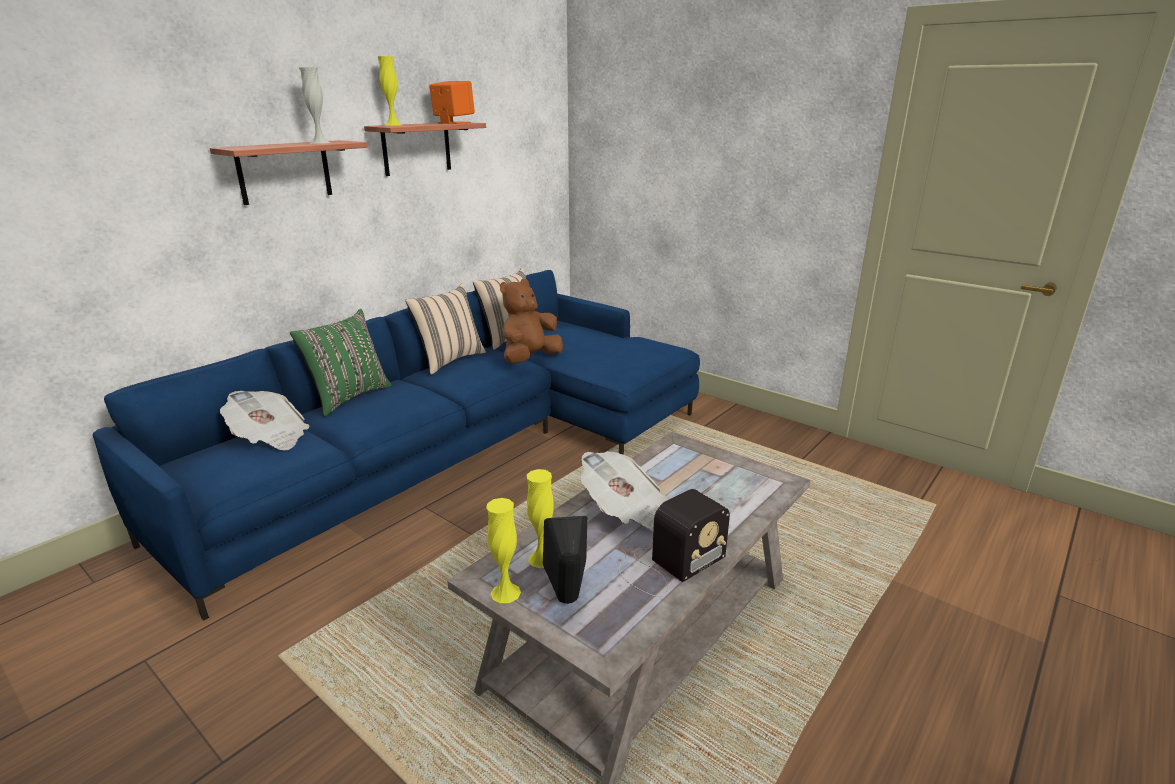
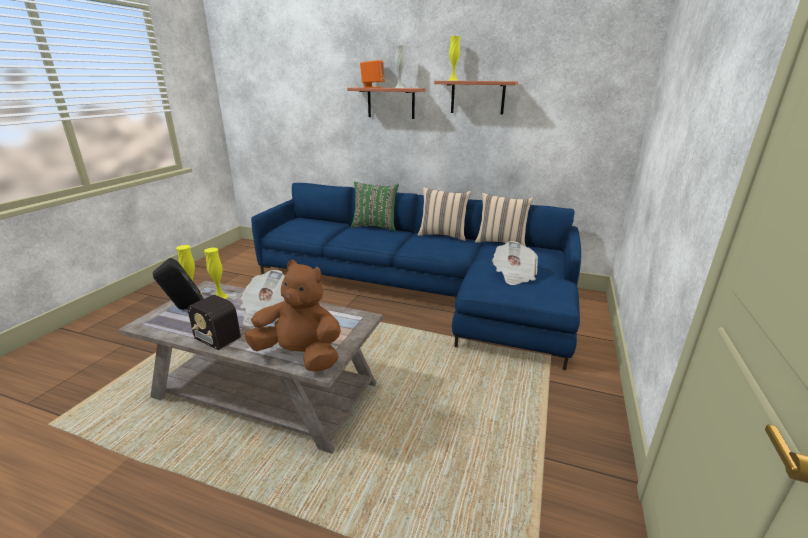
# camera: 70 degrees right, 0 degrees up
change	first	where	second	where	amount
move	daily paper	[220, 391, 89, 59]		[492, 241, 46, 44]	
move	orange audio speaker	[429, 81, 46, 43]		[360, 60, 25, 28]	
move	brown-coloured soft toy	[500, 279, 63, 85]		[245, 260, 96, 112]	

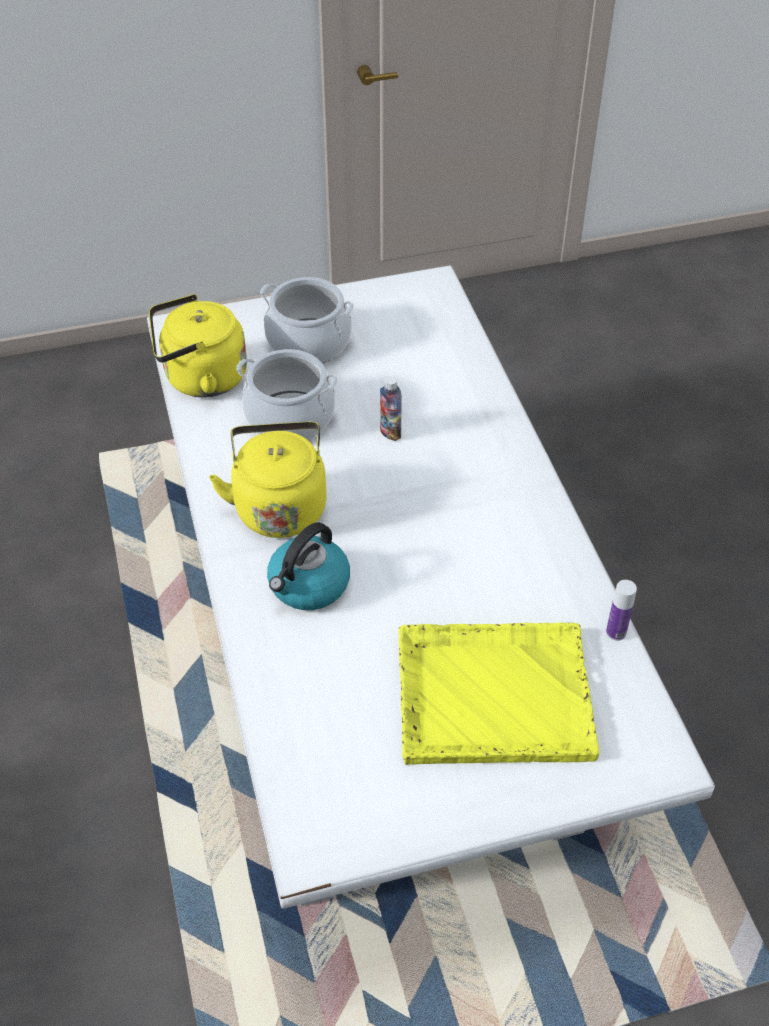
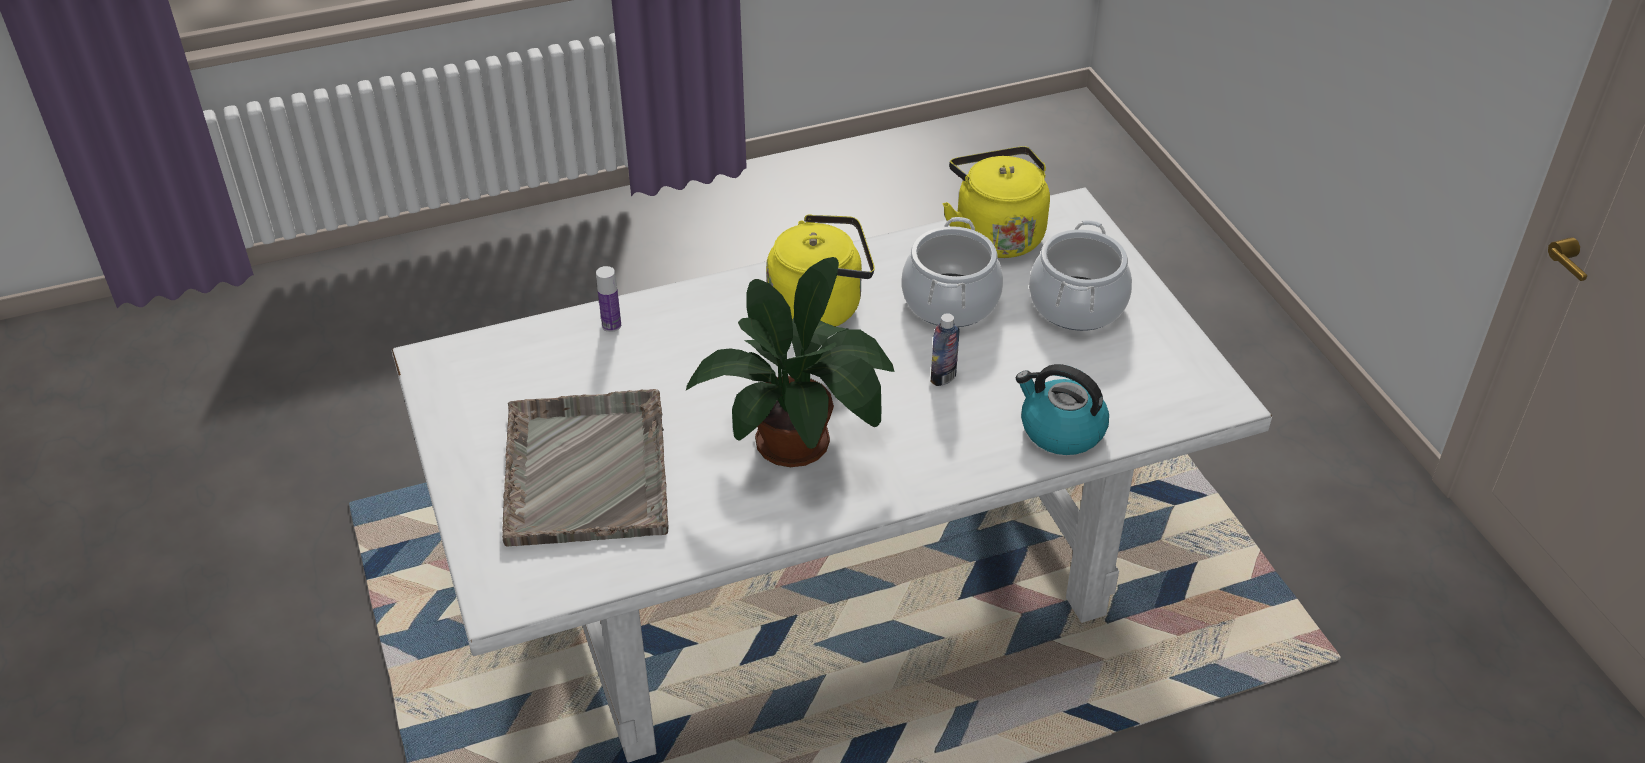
# camera: 85 degrees right, 5 degrees down
change	first	where	second	where	amount
move	water kettle	[267, 522, 83, 88]		[1016, 364, 93, 91]	
recolor	yellow tray	[398, 623, 201, 142]	gray tray	[502, 389, 166, 157]	
move	bottle	[606, 580, 31, 61]		[596, 266, 25, 66]	
insert			houseplant	[686, 257, 208, 210]	

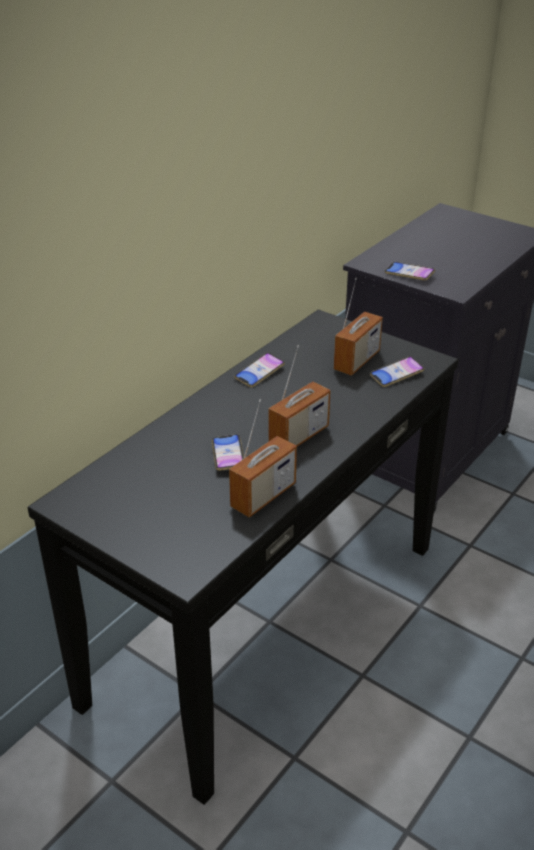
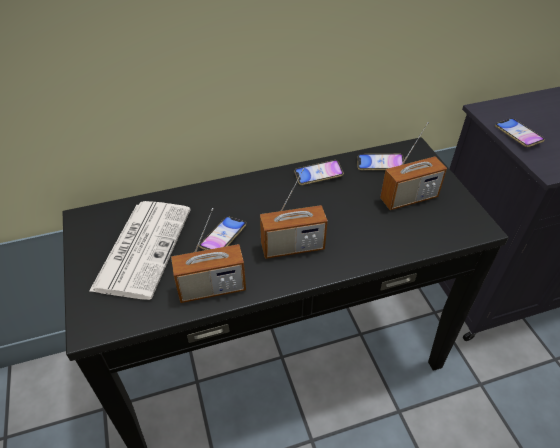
# camera: 35 degrees right, 10 degrees up
change	first	where	second	where	amount
move	phone	[370, 356, 55, 31]		[357, 154, 47, 16]	
insert			daily paper	[89, 201, 102, 99]	

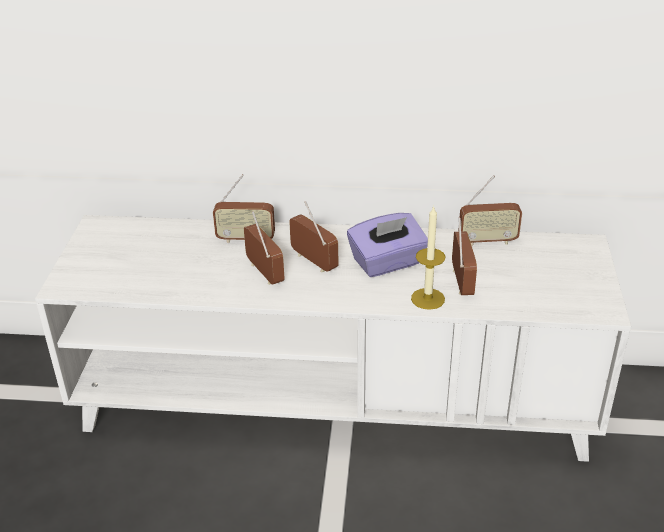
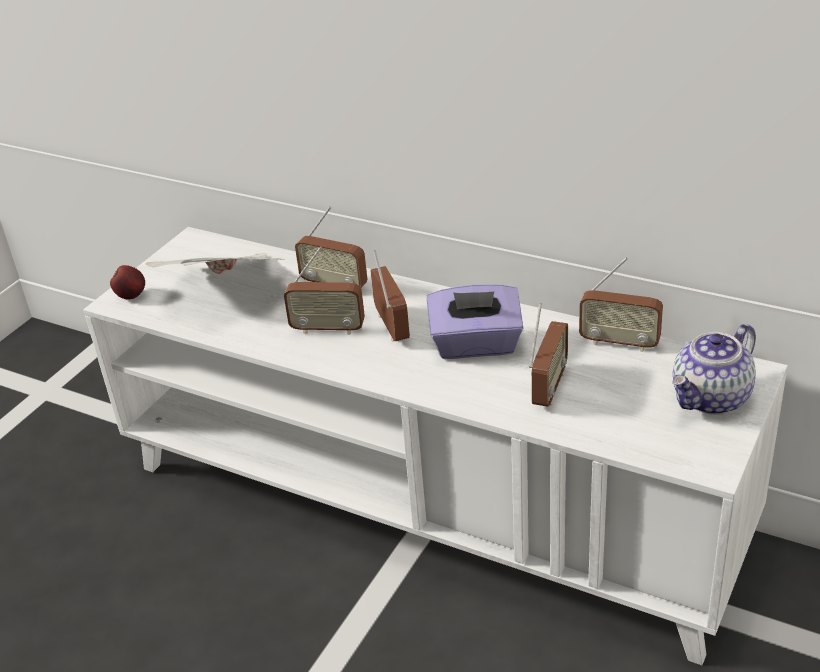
# camera: 25 degrees right, 0 degrees up
change	first	where	second	where	amount
rotate	radio set	[244, 211, 41, 74]		[284, 247, 81, 88]	105 degrees clockwise
delete	wax candle	[411, 206, 34, 104]			
insert			whole apple	[110, 265, 35, 35]	
insert			daily paper	[145, 253, 138, 21]	
insert			tea pot	[672, 324, 84, 91]	

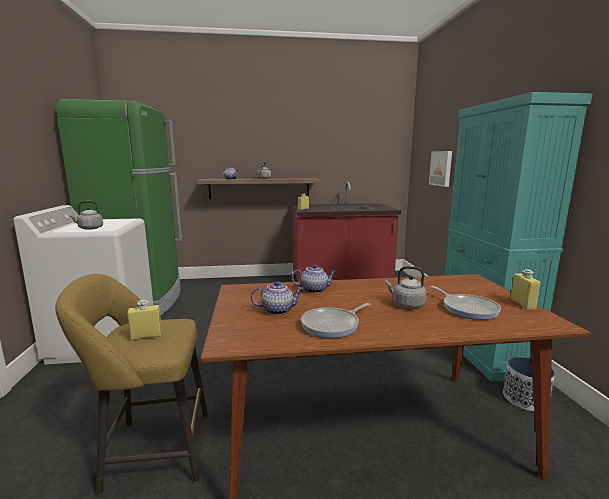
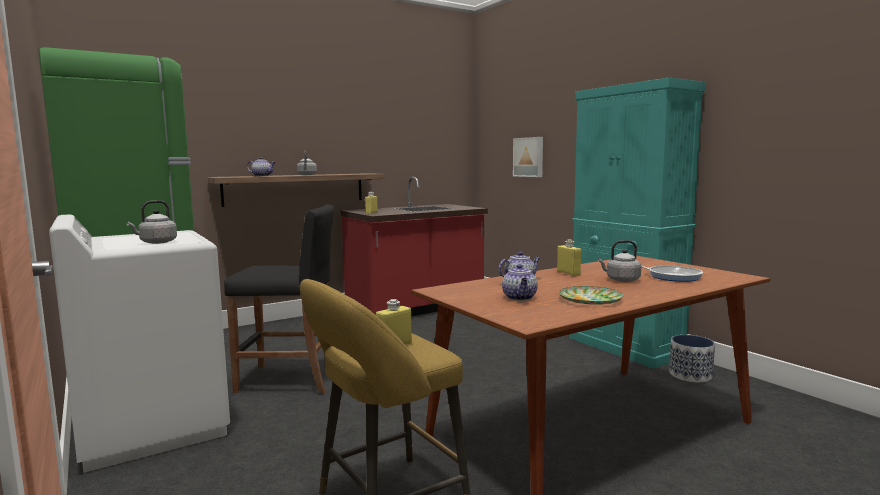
# camera: 25 degrees left, 5 degrees down
change	first	where	second	where	amount
rotate	tea pot	[251, 281, 53, 34]		[502, 264, 36, 37]	120 degrees clockwise
replace	skillet	[301, 303, 70, 35]	flat dish	[559, 286, 65, 19]	
move	yellow bottle	[510, 269, 30, 41]		[557, 240, 24, 36]	
insert			black stool	[224, 204, 110, 190]	

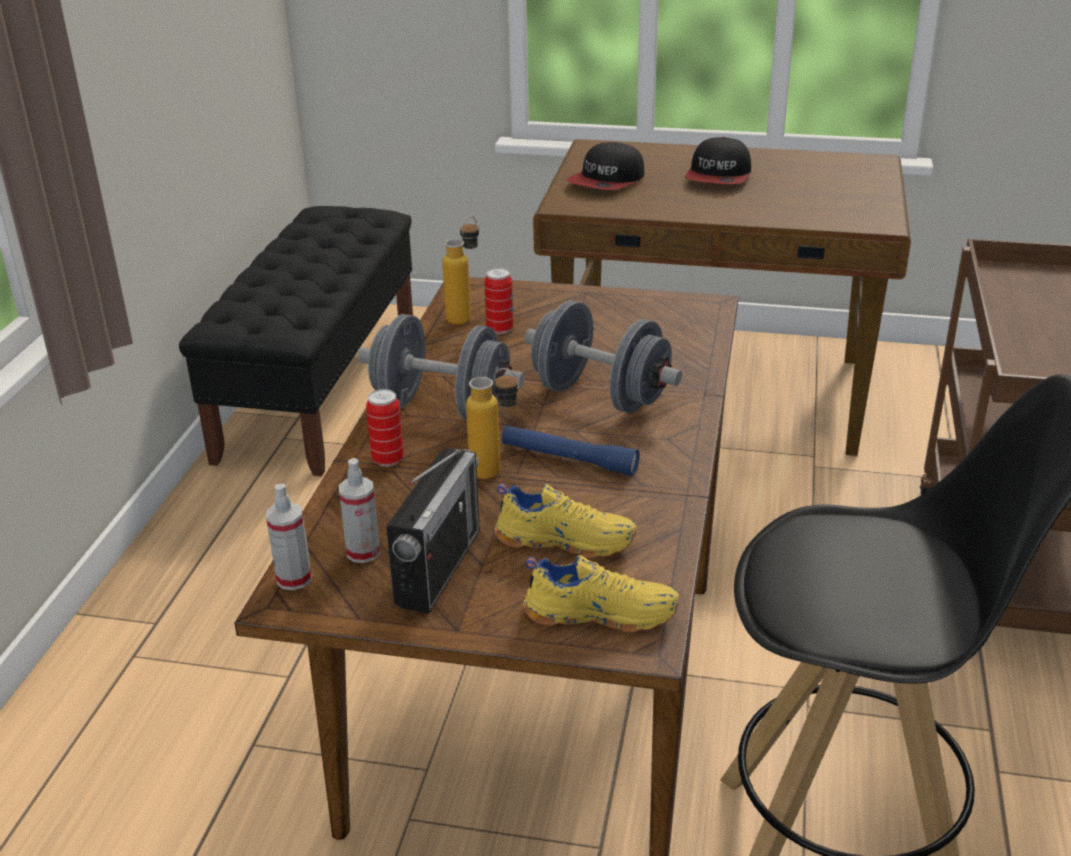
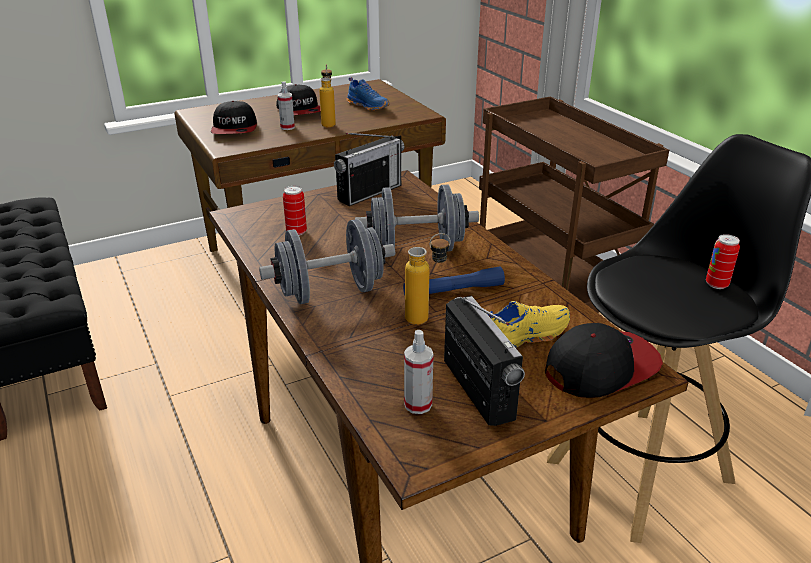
# camera: 40 degrees left, 0 degrees up
change	first	where	second	where	amount
move	sprayer	[266, 484, 46, 106]		[278, 81, 17, 49]	
move	sealed can	[366, 389, 38, 78]		[706, 234, 34, 55]	
move	bottle	[442, 216, 37, 109]		[319, 64, 17, 64]	
replace	yellow shoe	[523, 555, 156, 77]	baseball cap	[545, 323, 118, 75]	
insert			radio set	[334, 133, 70, 73]	
insert			blue shoe	[346, 77, 43, 34]	

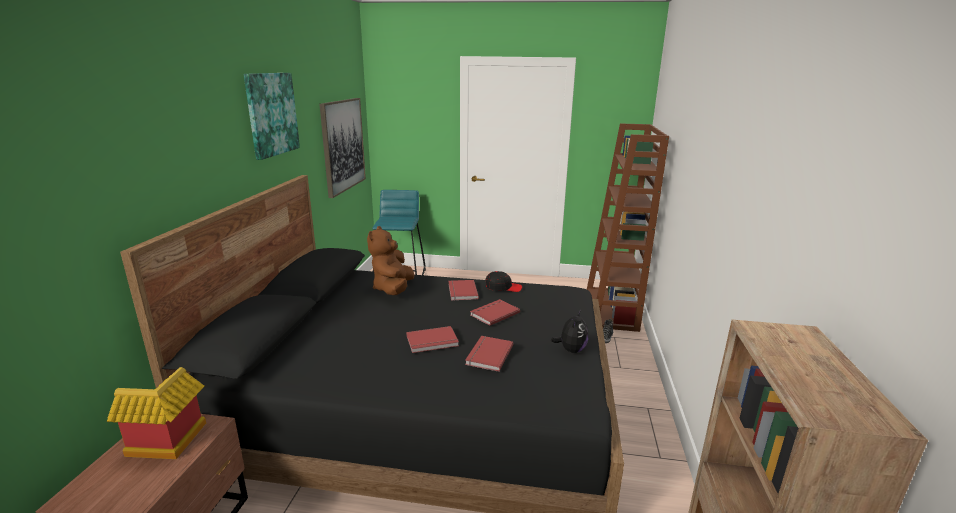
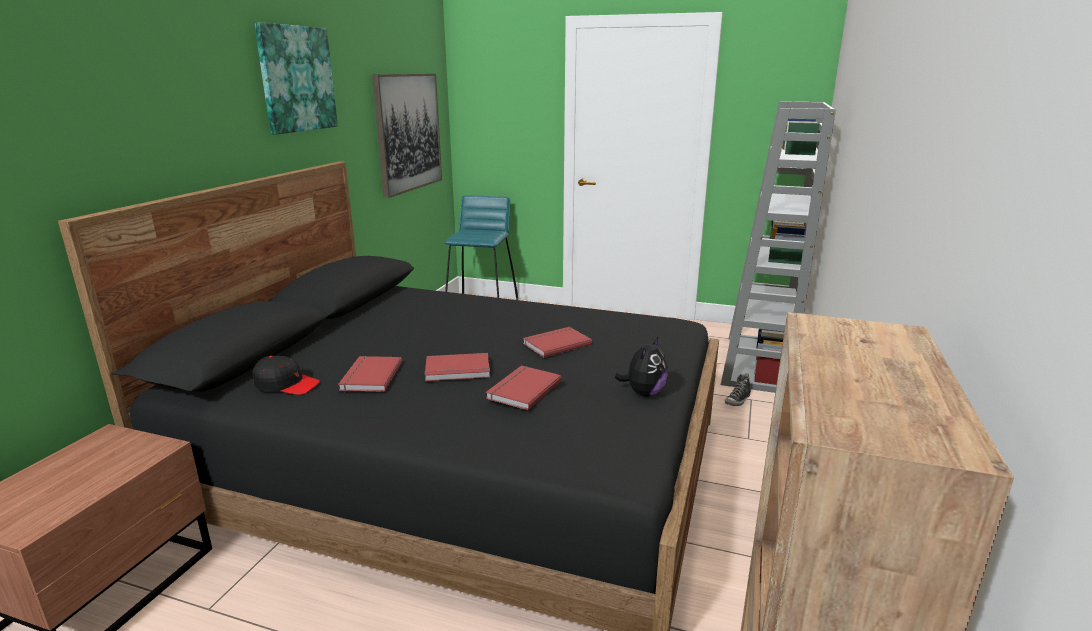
# camera: 10 degrees right, 0 degrees up
change	first	where	second	where	amount
delete	model house	[106, 367, 100, 92]			
delete	brown-coloured soft toy	[367, 226, 47, 69]			
move	red-coloured bound book	[448, 280, 31, 20]		[338, 356, 64, 36]	
move	black baseball cap	[486, 271, 36, 21]		[253, 356, 67, 39]	
recolor	brown-coloured bookcase	[587, 123, 82, 209]	gray bookcase	[721, 101, 115, 292]	

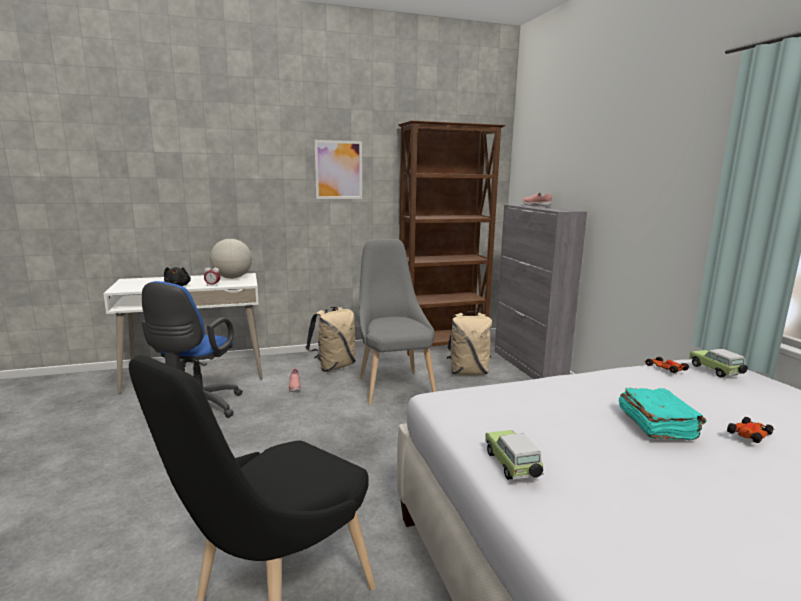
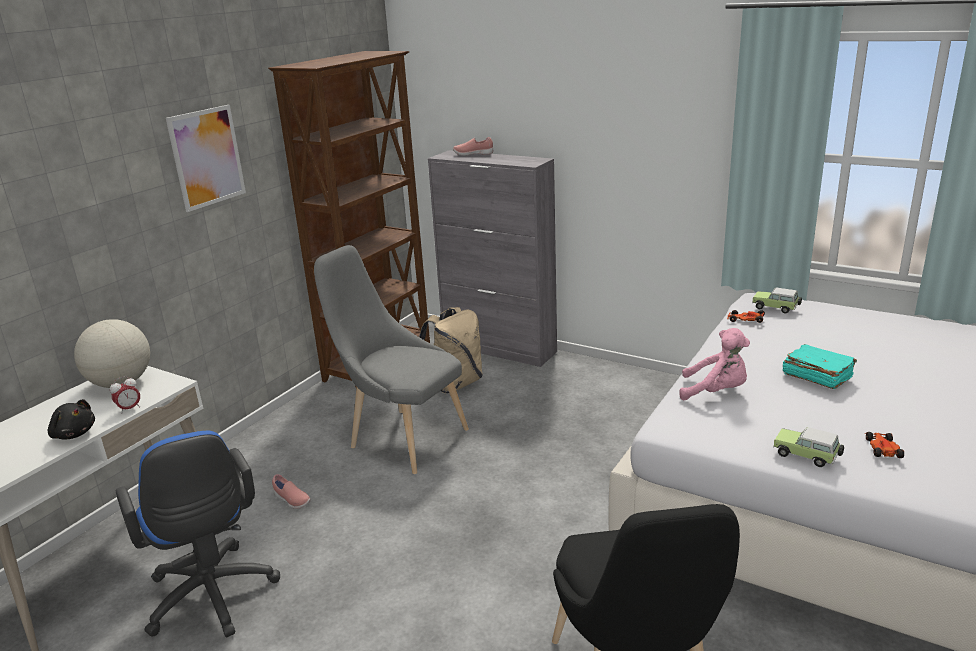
# camera: 40 degrees left, 10 degrees up
change	first	where	second	where	amount
delete	sand-coloured rucksack	[306, 307, 50, 65]			
move	toy car	[727, 417, 48, 26]		[865, 432, 39, 26]	
insert			pinkish soft toy	[679, 328, 71, 72]	

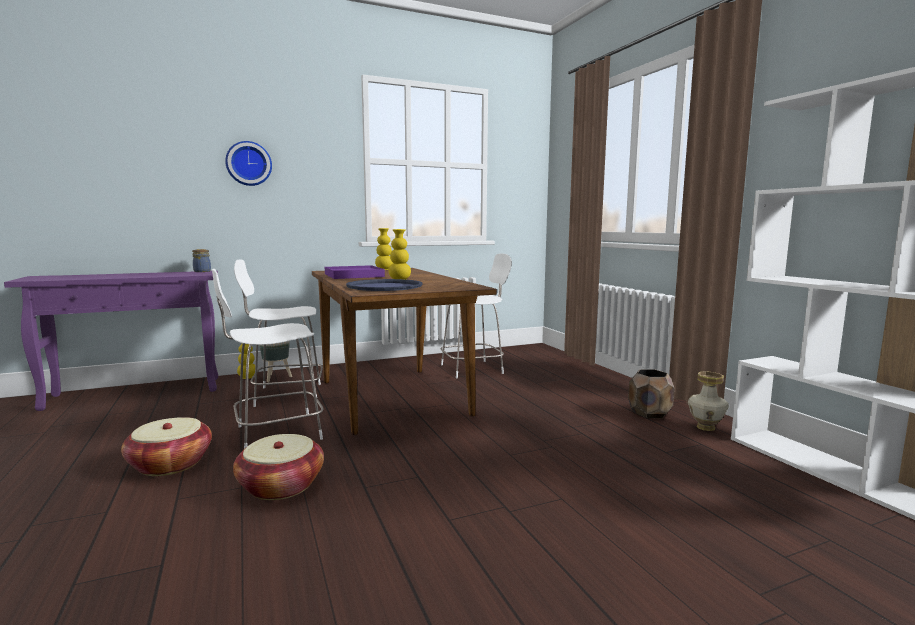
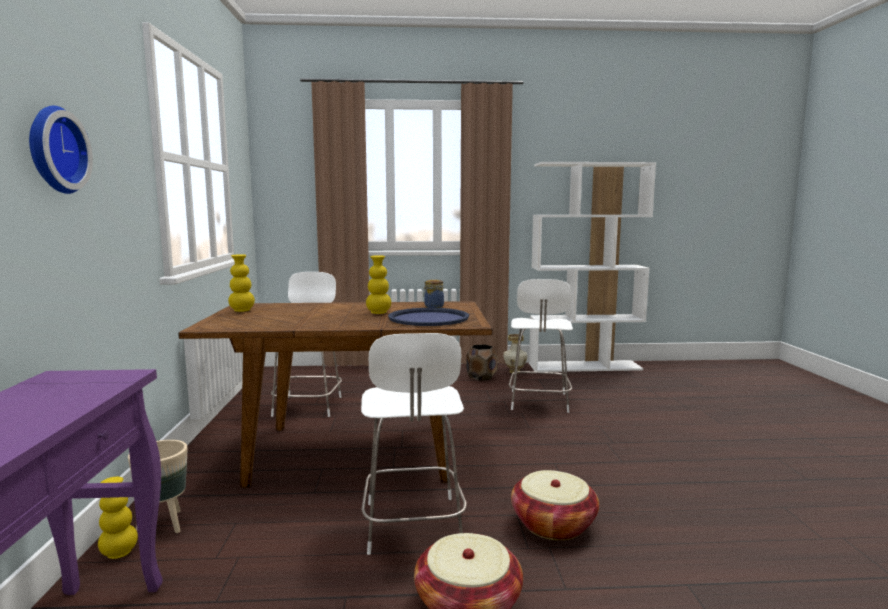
# camera: 70 degrees left, 0 degrees up
change	first	where	second	where	amount
move	jar	[192, 249, 19, 23]		[424, 280, 20, 28]	
move	white stool	[234, 259, 89, 148]		[509, 279, 64, 134]	
delete	purple tray	[325, 265, 60, 14]			

